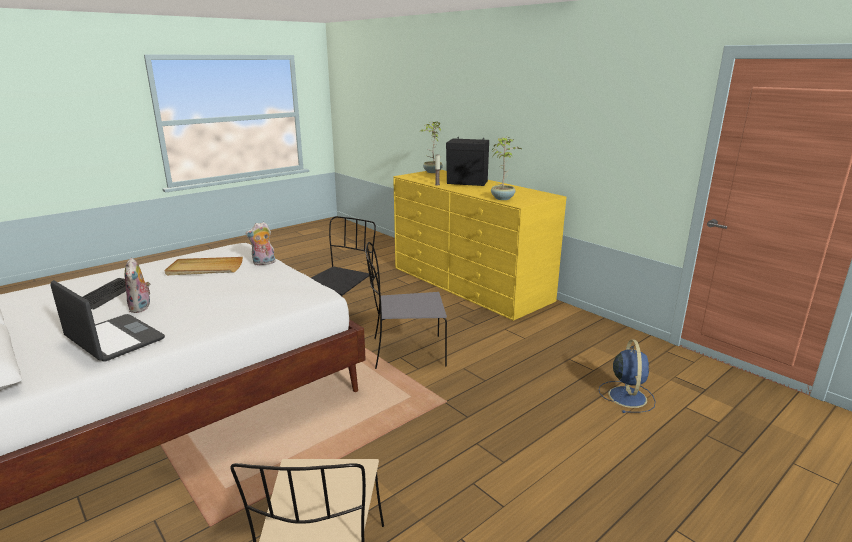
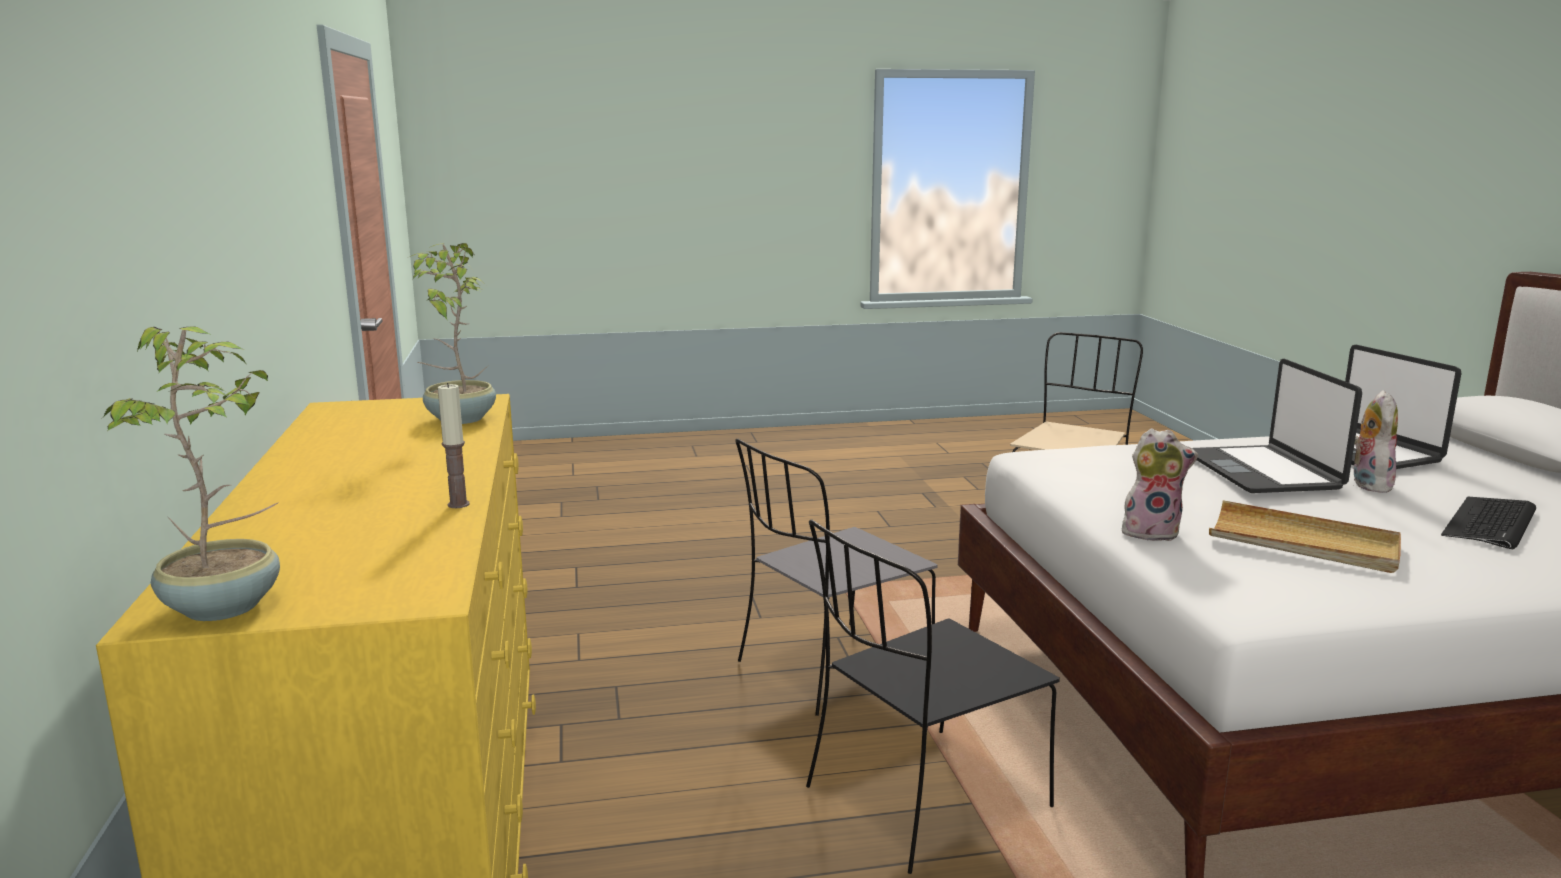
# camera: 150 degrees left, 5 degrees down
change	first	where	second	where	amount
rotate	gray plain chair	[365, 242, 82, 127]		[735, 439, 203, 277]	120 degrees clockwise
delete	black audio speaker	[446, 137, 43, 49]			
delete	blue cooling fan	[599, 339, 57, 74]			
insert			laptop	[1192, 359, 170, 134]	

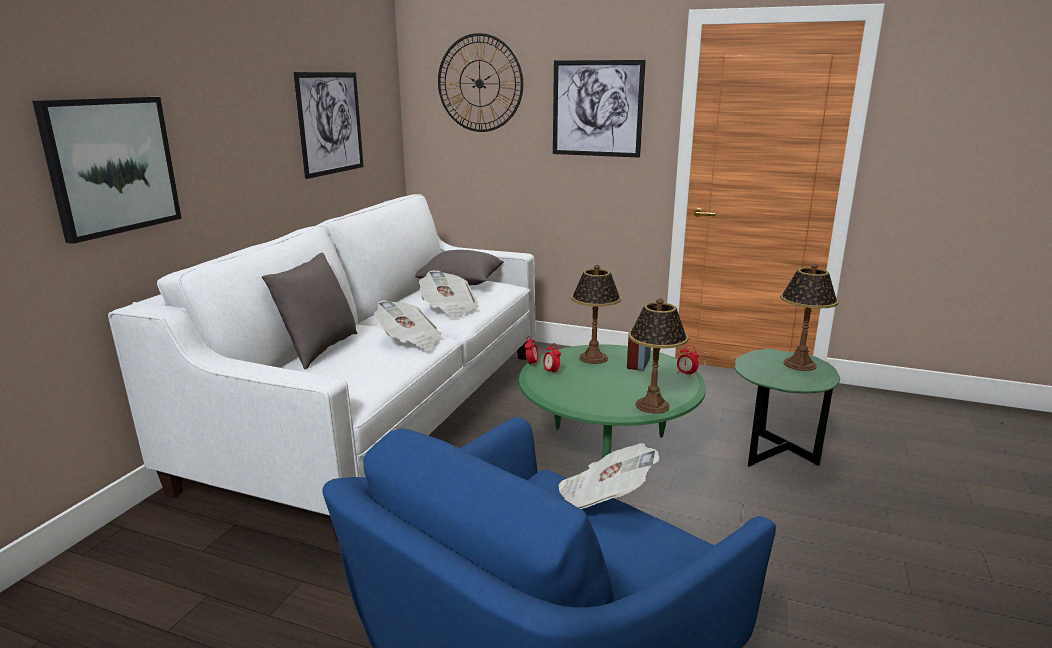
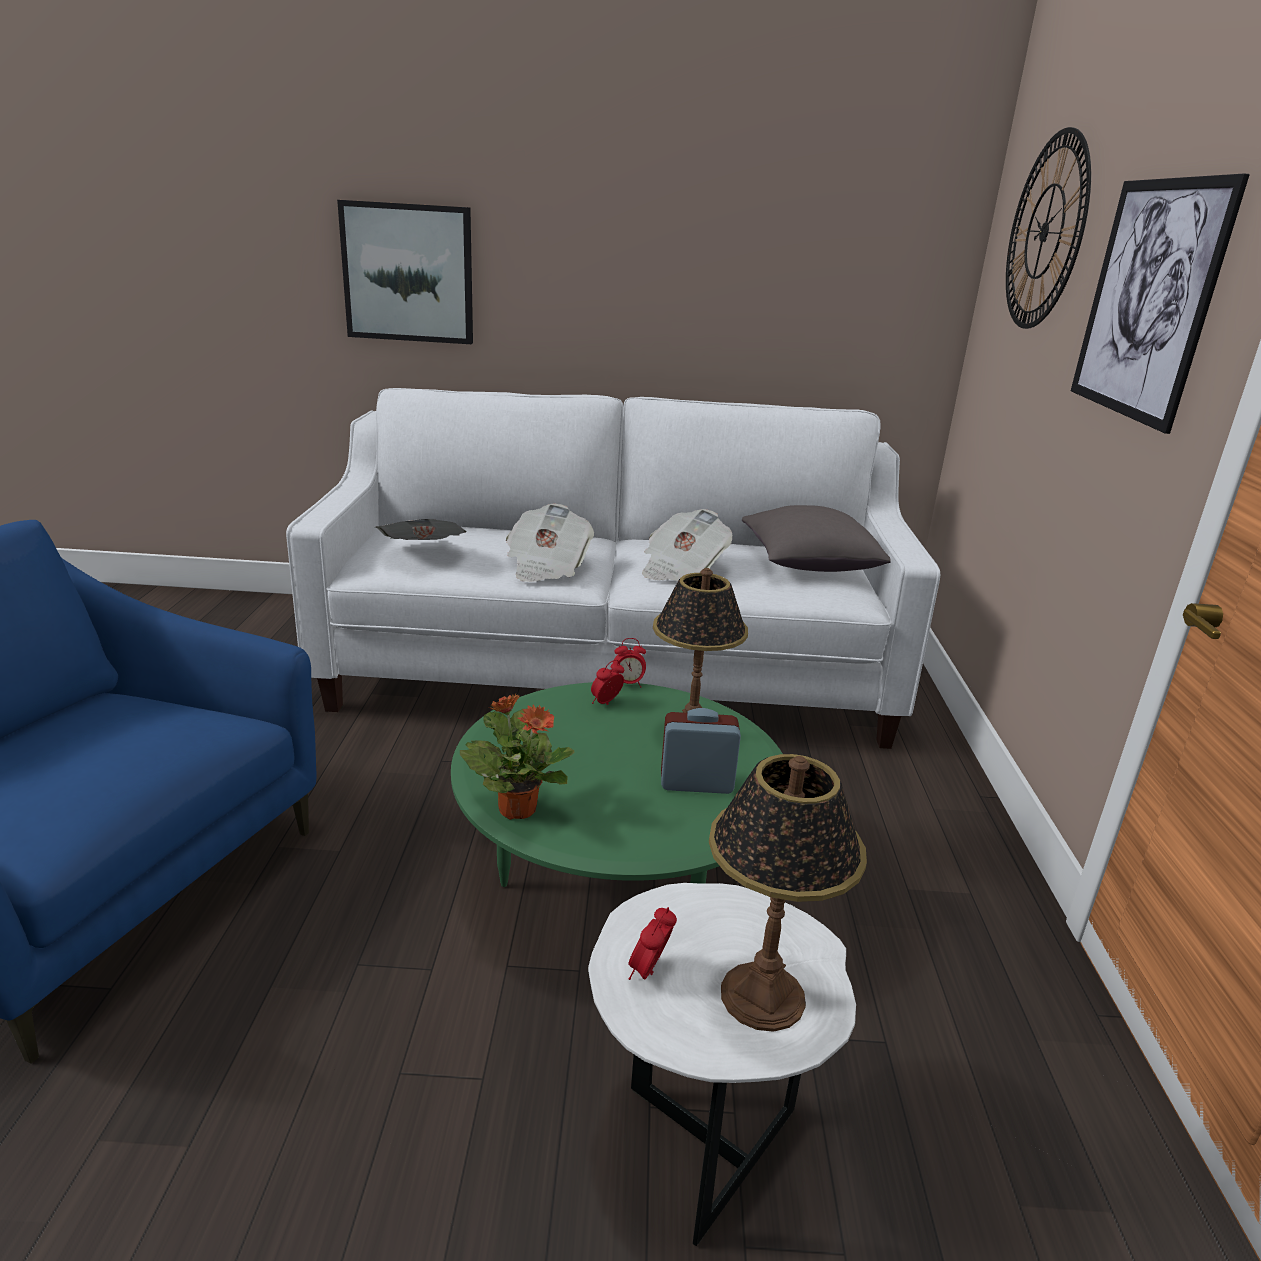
# camera: 70 degrees right, 5 degrees up
change	first	where	second	where	amount
delete	gray cushion	[262, 253, 95, 116]			
delete	picture	[293, 72, 71, 107]			
move	daily paper	[558, 443, 101, 66]		[375, 519, 91, 21]	
replace	lamp for a table	[628, 298, 61, 116]	houseplant	[460, 694, 115, 126]	
move	bedside clock	[677, 345, 22, 33]		[628, 907, 49, 73]	
recolor	green-coloured accent table	[735, 349, 105, 118]	white accent table	[588, 883, 268, 363]	

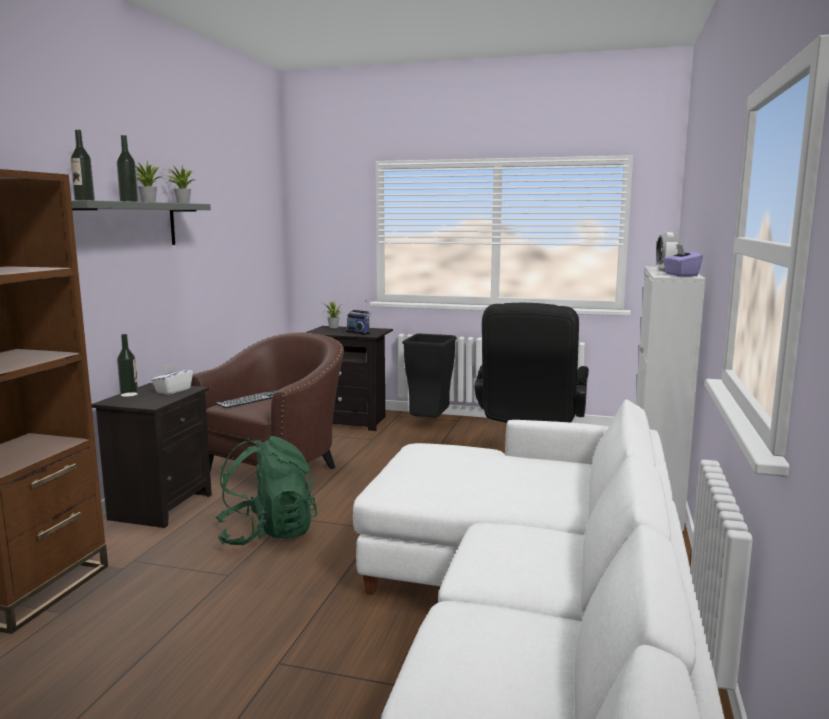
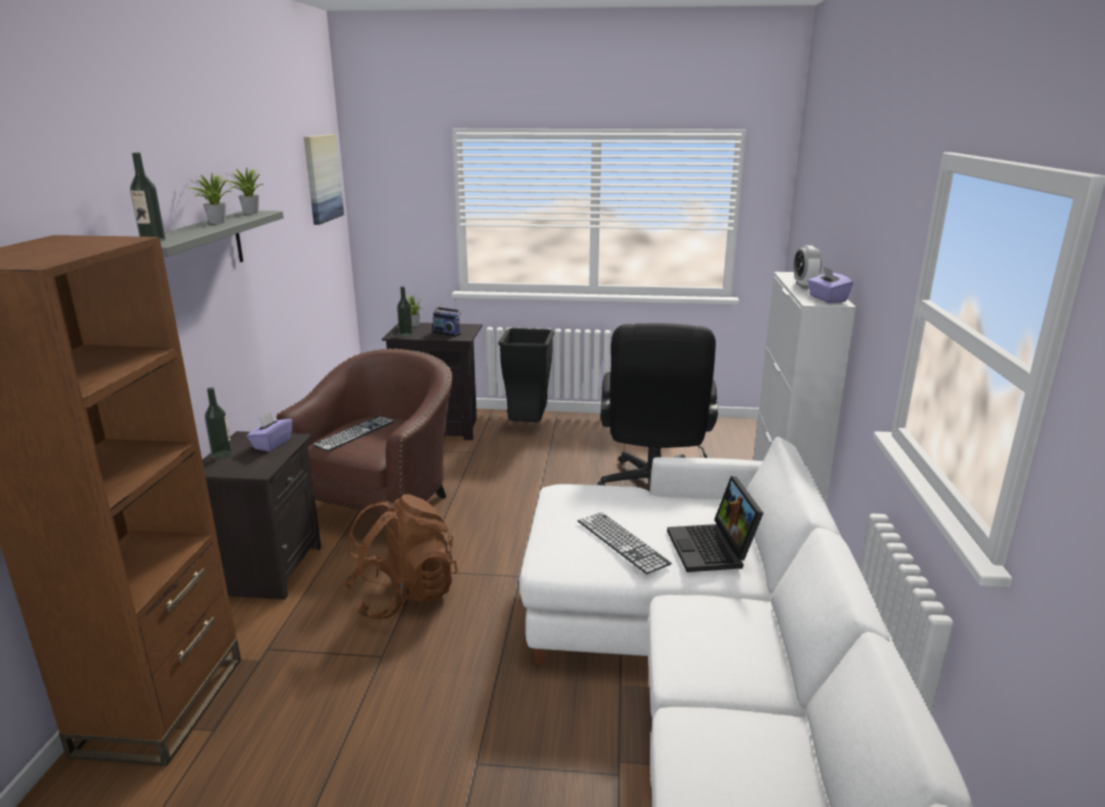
# camera: 10 degrees left, 10 degrees up
change	first	where	second	where	amount
move	bottle	[116, 135, 22, 67]		[397, 286, 16, 51]	
recolor	white tissue box	[151, 363, 42, 32]	purple tissue box	[247, 412, 45, 40]	
recolor	green-coloured rucksack	[216, 436, 101, 109]	brown-coloured rucksack	[344, 494, 113, 125]	
insert			picture	[304, 134, 40, 91]	
insert			keyboard	[578, 512, 94, 62]	
insert			laptop	[667, 476, 96, 96]	

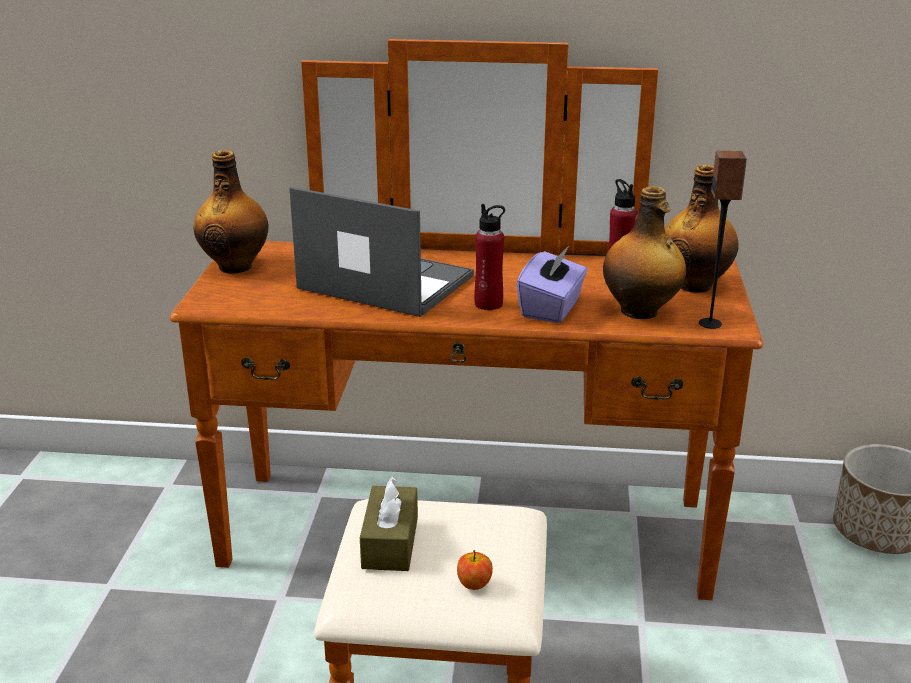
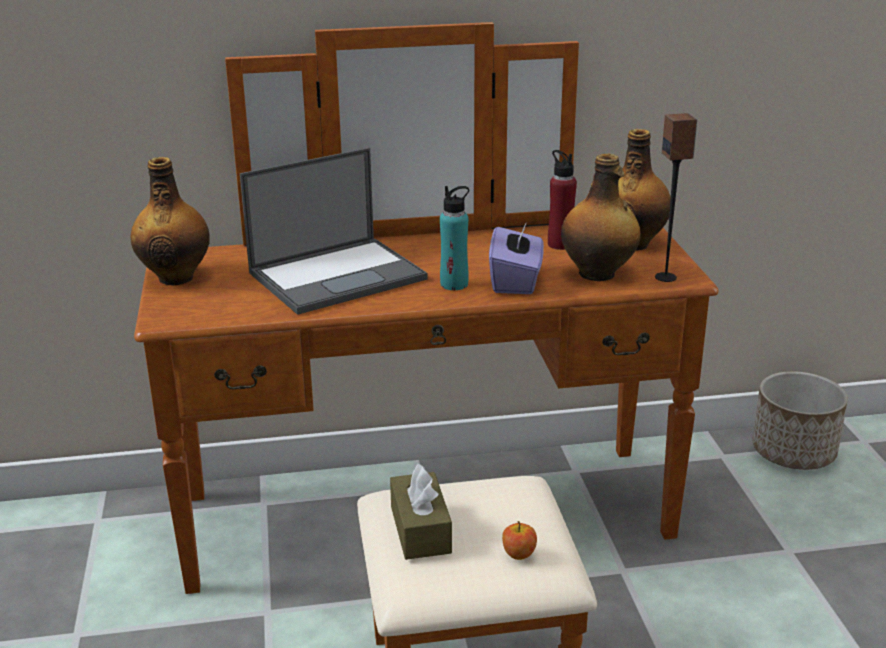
# camera: 15 degrees left, 0 degrees up
change	first	where	second	where	amount
rotate	laptop	[289, 187, 185, 130]		[240, 148, 188, 167]	135 degrees clockwise
recolor	red-coloured bottle	[474, 204, 31, 106]	turquoise bottle	[440, 186, 29, 104]	

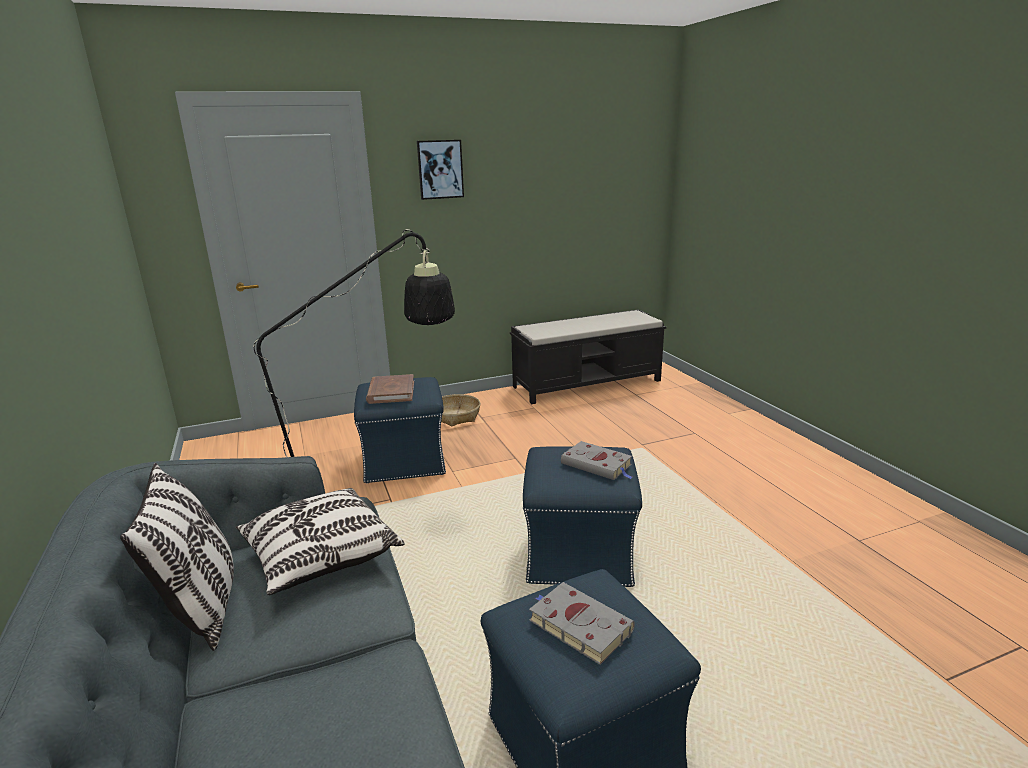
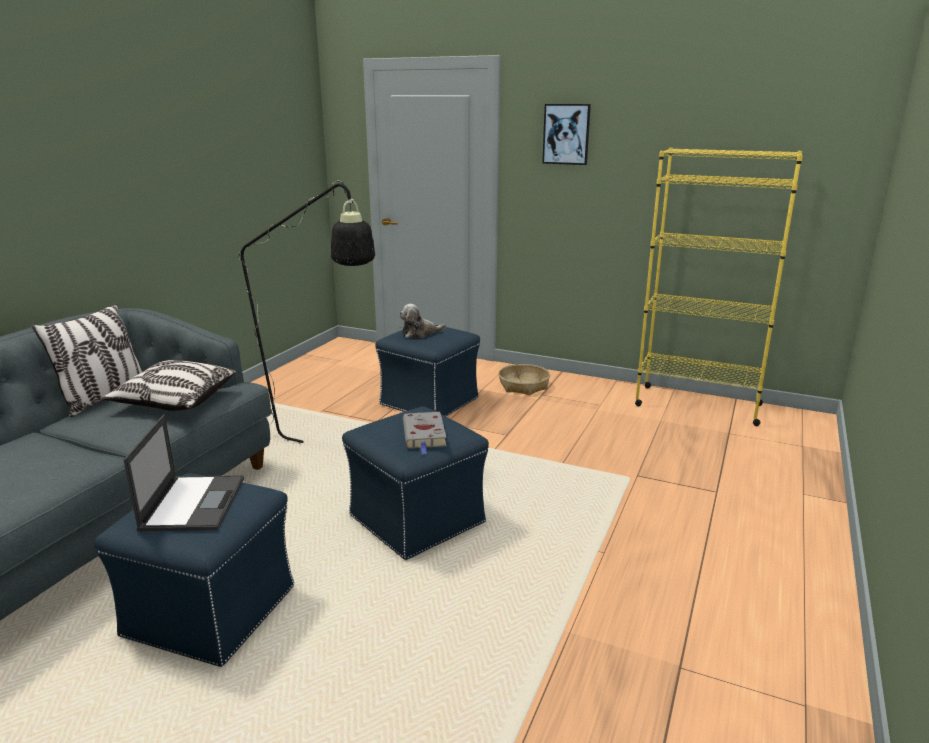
# camera: 45 degrees right, 0 degrees up
change	first	where	second	where	amount
replace	brown-coloured bound book	[366, 374, 48, 30]	soft toy	[399, 304, 47, 34]	
replace	black bench	[510, 309, 156, 95]	yellow bookcase	[635, 147, 168, 279]	
replace	gray bound book	[529, 582, 106, 83]	laptop	[124, 414, 120, 117]	

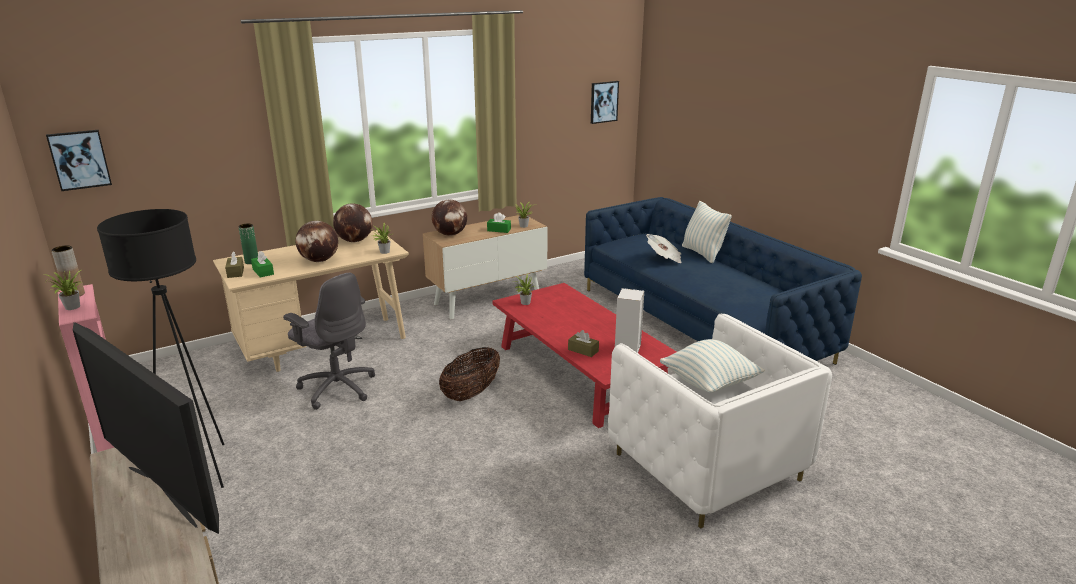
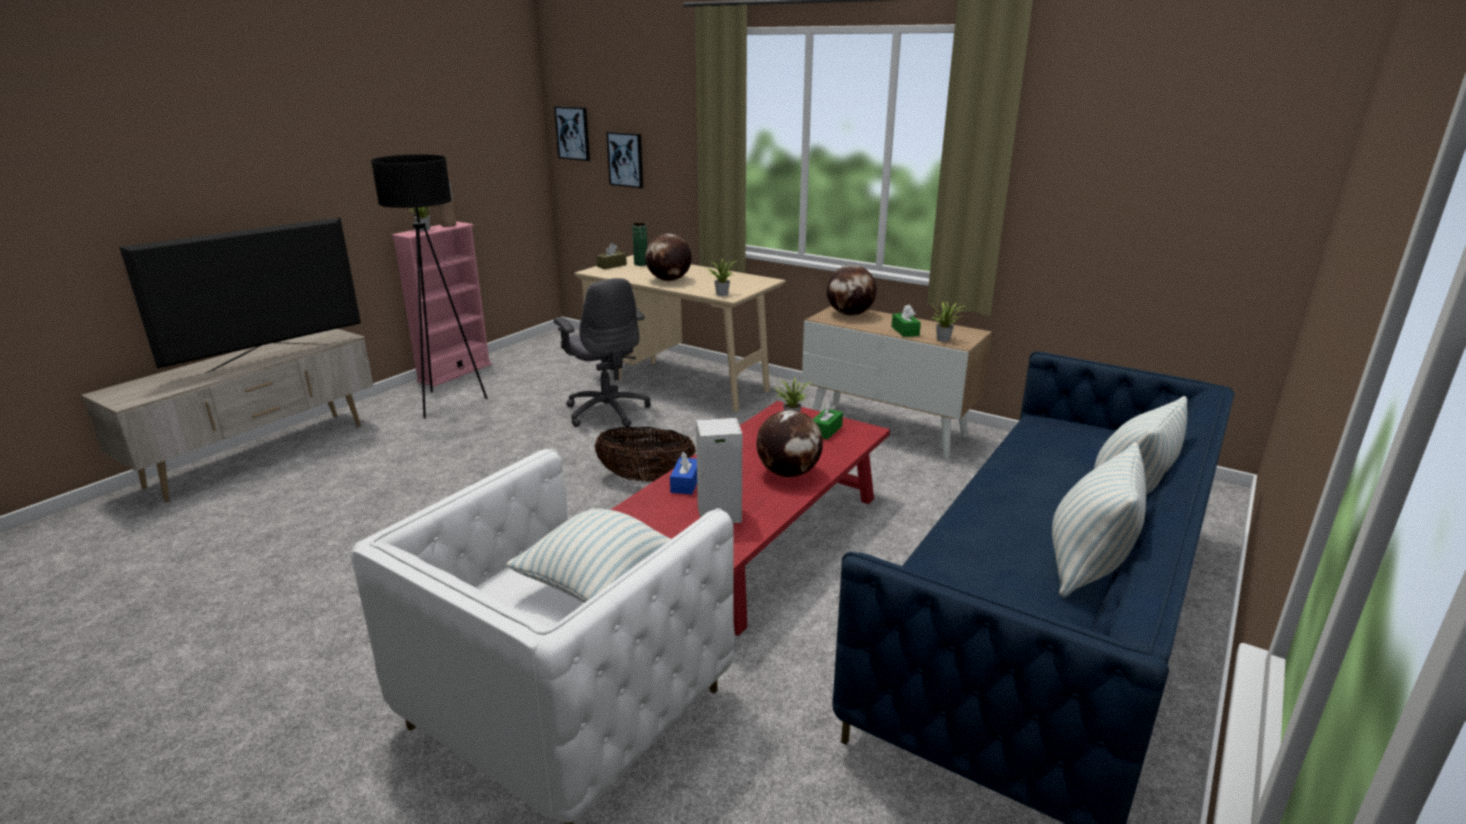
# camera: 65 degrees right, 0 degrees up
change	first	where	second	where	amount
rotate	TV set	[73, 322, 146, 212]		[119, 217, 242, 156]	150 degrees counterclockwise
move	green-coloured tissue box	[251, 251, 23, 27]		[813, 402, 30, 38]	
rotate	gray office chair	[283, 273, 92, 137]		[554, 278, 97, 149]	45 degrees counterclockwise
move	globe	[333, 203, 40, 39]		[756, 410, 67, 67]	
recolor	brown-coloured tissue box	[568, 330, 31, 27]	blue tissue box	[670, 451, 27, 43]	
move	picture	[591, 81, 28, 43]		[606, 132, 37, 56]	
delete	daily paper	[646, 234, 35, 29]			
insert			cushion	[1052, 442, 94, 156]	

